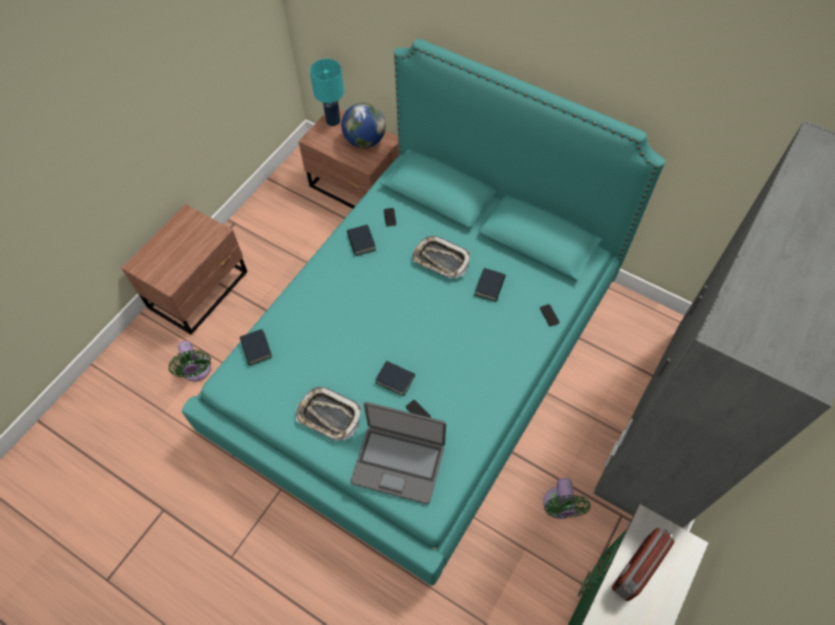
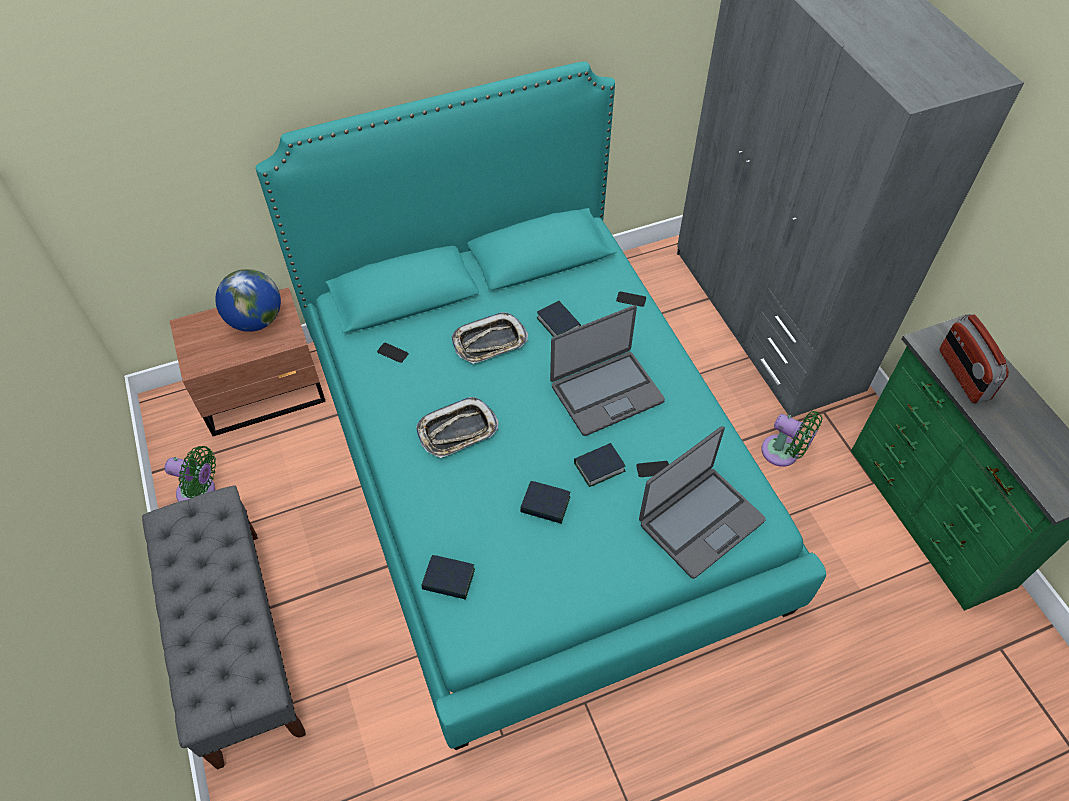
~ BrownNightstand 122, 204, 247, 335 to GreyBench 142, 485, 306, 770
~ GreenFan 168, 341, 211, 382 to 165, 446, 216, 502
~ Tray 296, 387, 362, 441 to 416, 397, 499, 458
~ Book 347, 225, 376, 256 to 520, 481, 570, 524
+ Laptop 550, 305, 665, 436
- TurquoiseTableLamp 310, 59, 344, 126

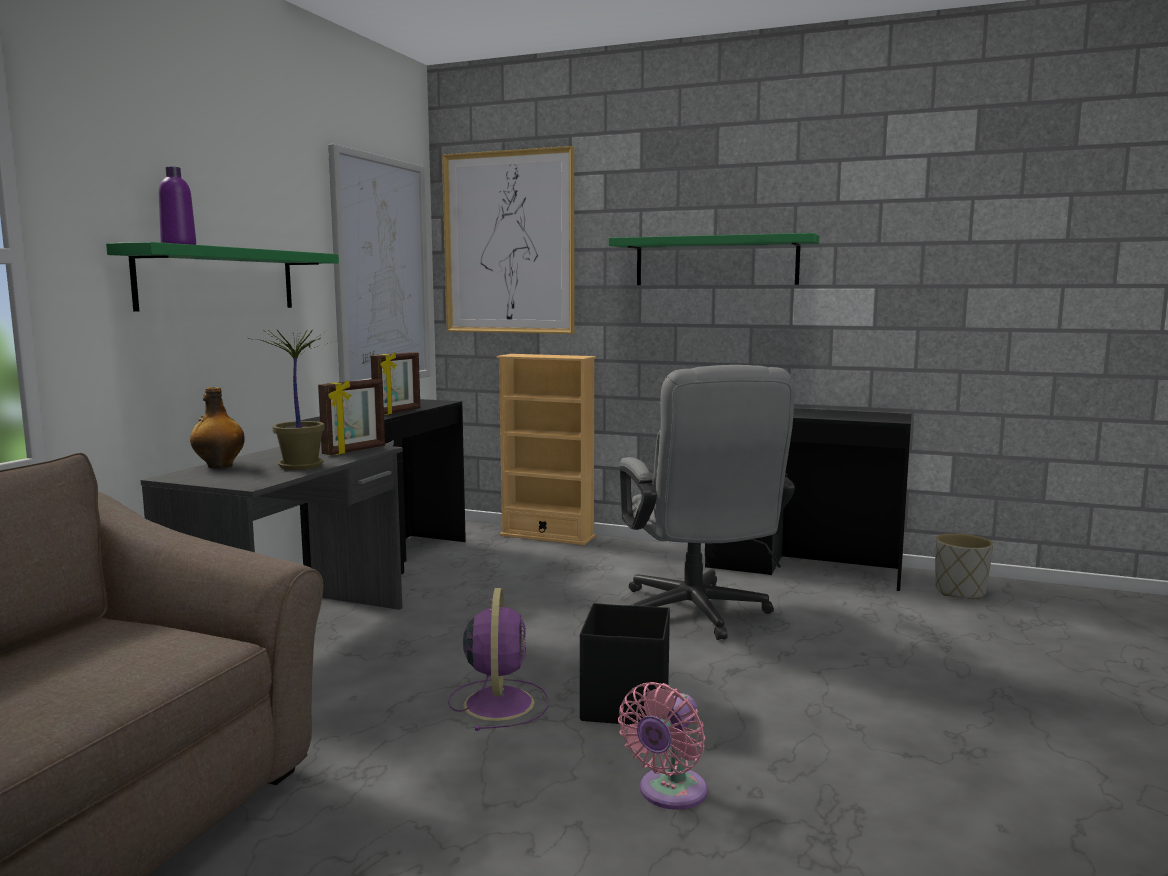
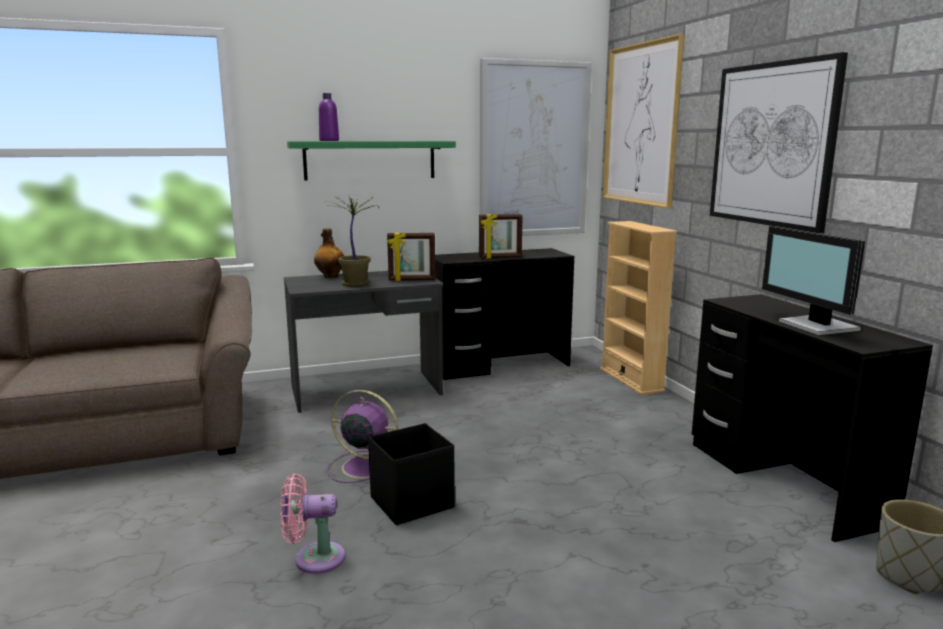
~ PurpleFan 448, 588, 549, 731 = 327, 390, 399, 483 120 degrees counterclockwise
~ GreenShelf 609, 233, 819, 285 to Picture 710, 52, 848, 233
+ Monitor 762, 226, 865, 335
- GreyOfficeChair 619, 365, 795, 640

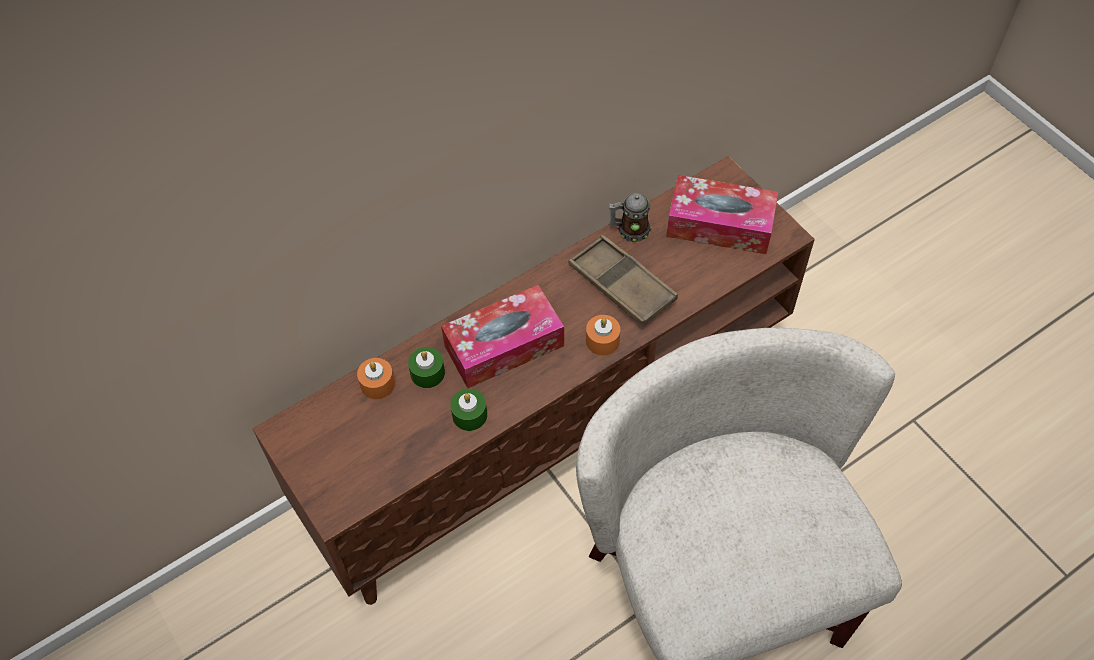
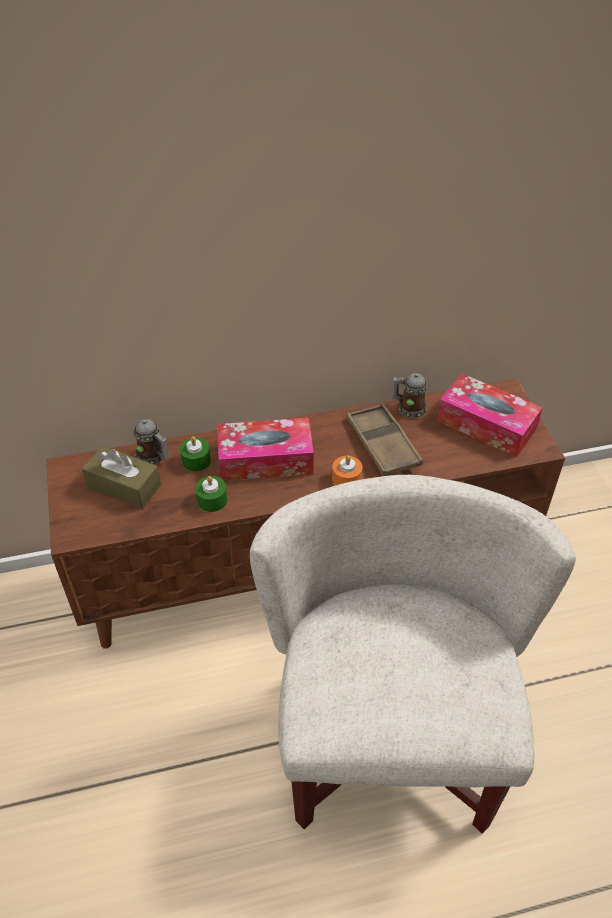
+ BrownTissueBox 82, 445, 161, 509
~ OrangeCandle 357, 358, 395, 399 to Mug 133, 419, 169, 464

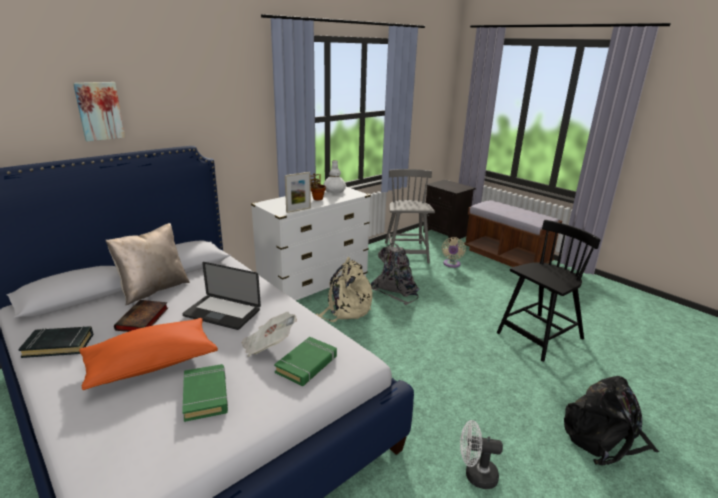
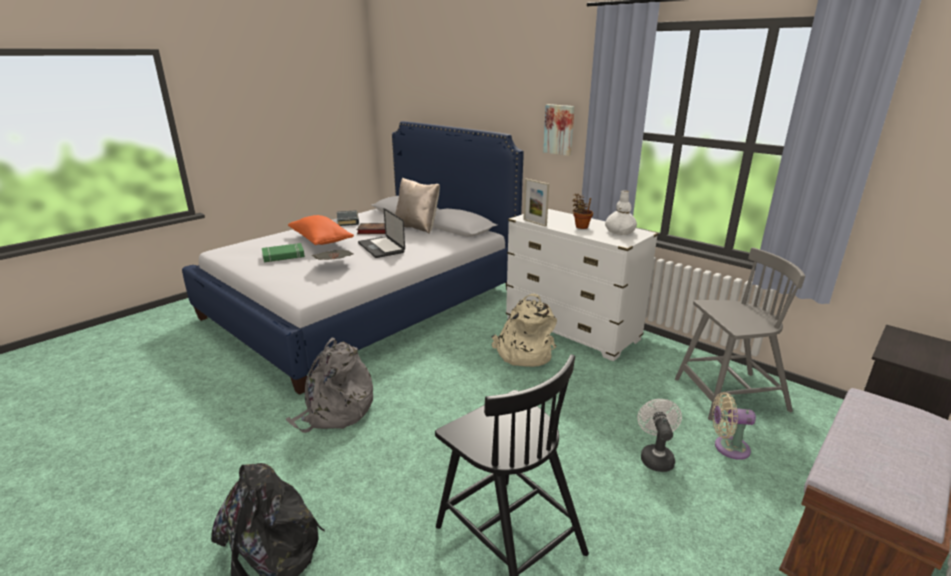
~ GreyBackpack 371, 243, 420, 305 to 285, 338, 373, 433
~ Laptop 182, 262, 261, 330 = 358, 208, 405, 258 45 degrees counterclockwise
~ Picture 73, 82, 125, 141 to 543, 104, 575, 156
~ WhiteFan 460, 420, 503, 489 to 638, 399, 682, 472
- GreenBook 274, 337, 337, 386

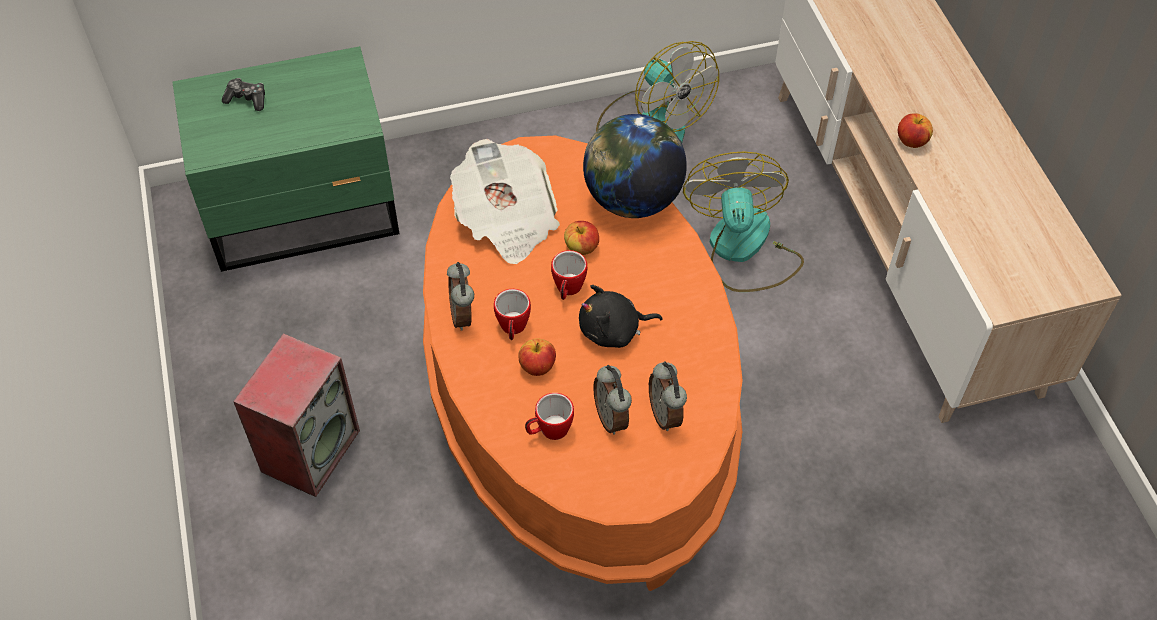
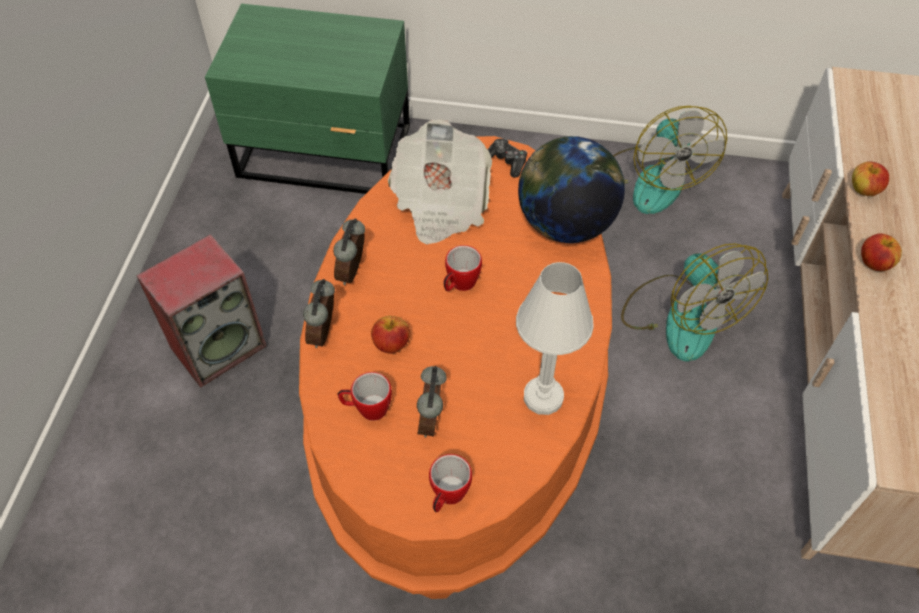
~ AlarmClock 649, 361, 687, 431 to 303, 279, 335, 348
~ Mug 494, 289, 531, 340 to 429, 454, 472, 512
~ GameController 222, 78, 265, 111 to 487, 139, 527, 178
+ WhiteTableLamp 516, 262, 594, 415
~ Fan 683, 152, 804, 292 = 621, 243, 768, 362 135 degrees clockwise
~ Apple 564, 221, 599, 255 to 852, 161, 889, 196
- BlackPlushToy 579, 285, 663, 348

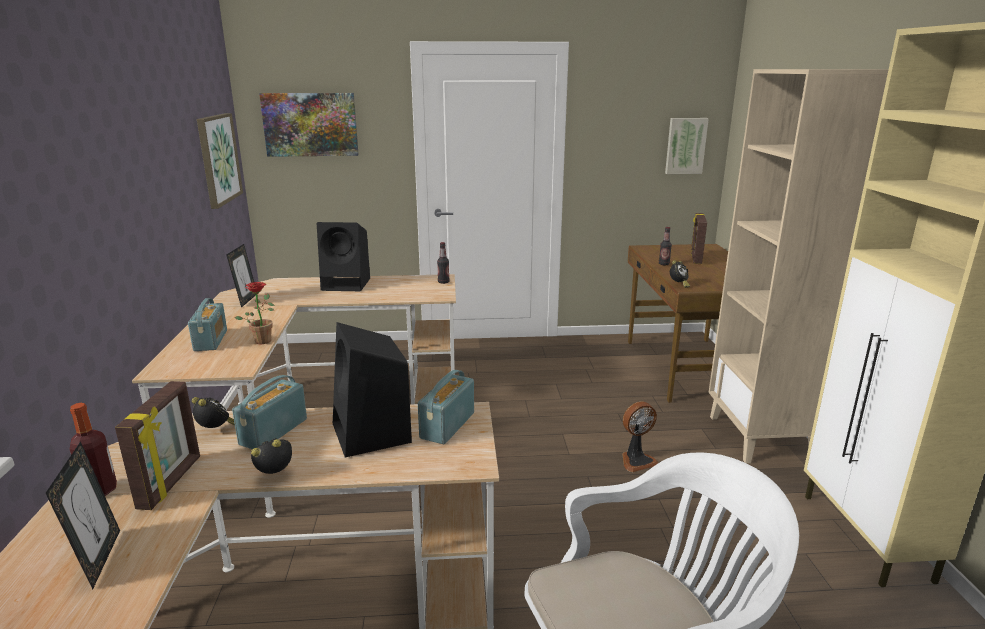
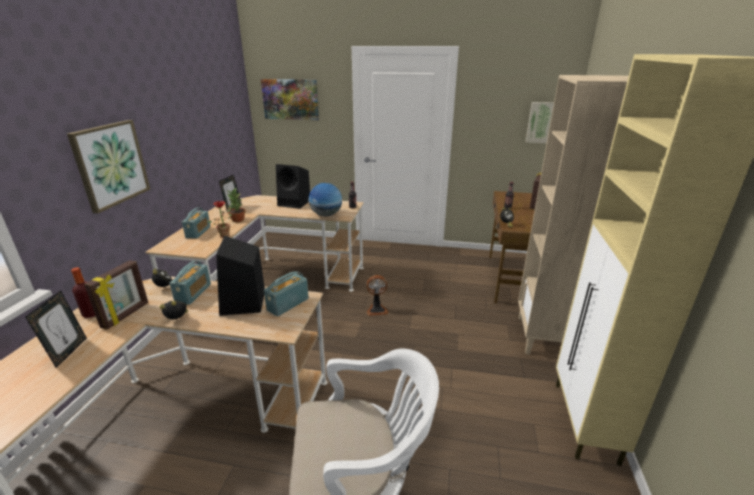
~ Picture 197, 113, 243, 209 to 67, 120, 150, 213
~ Radio 232, 375, 307, 449 = 170, 261, 211, 305 150 degrees clockwise
+ PottedPlant 226, 188, 245, 222
+ Globe 309, 183, 342, 216
~ Fan 622, 401, 659, 472 to 367, 275, 389, 316

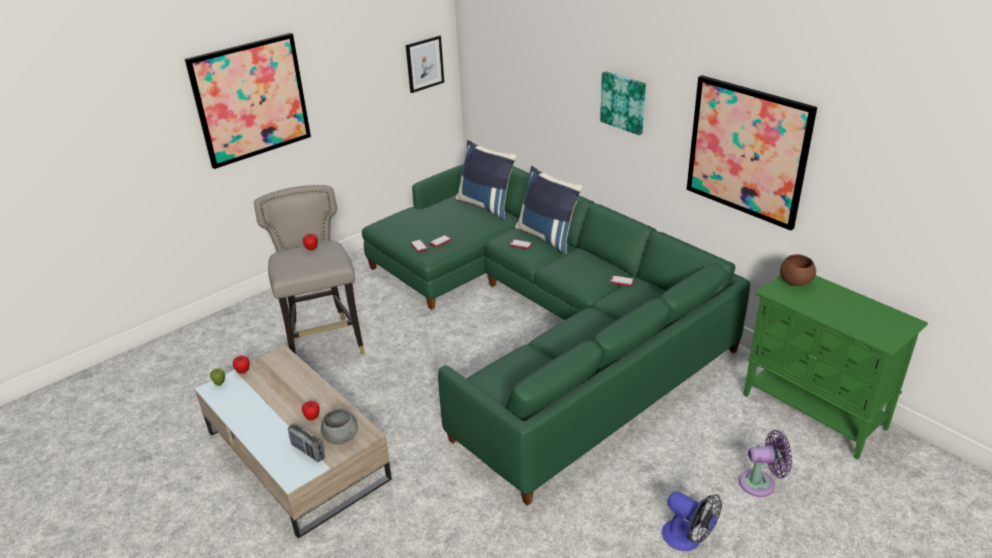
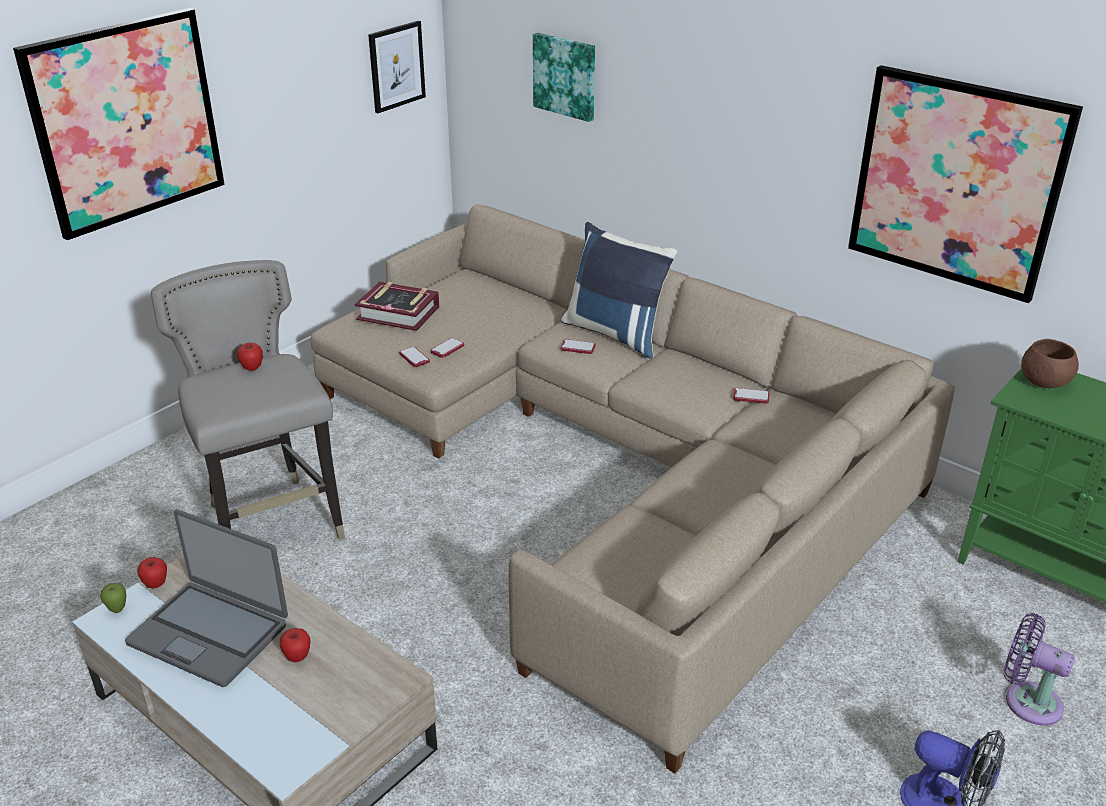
+ Laptop 125, 509, 288, 687
~ GreenSofa 362, 164, 750, 506 to BeigeSofa 310, 204, 955, 774
+ Book 355, 282, 439, 331
~ Picture 600, 71, 646, 135 to 533, 33, 595, 122
~ PurpleFan 739, 430, 792, 497 = 1003, 613, 1075, 726 135 degrees counterclockwise
- Radio 288, 423, 325, 462
- GreyBowl 321, 409, 358, 445
- BluePillow 455, 140, 517, 220

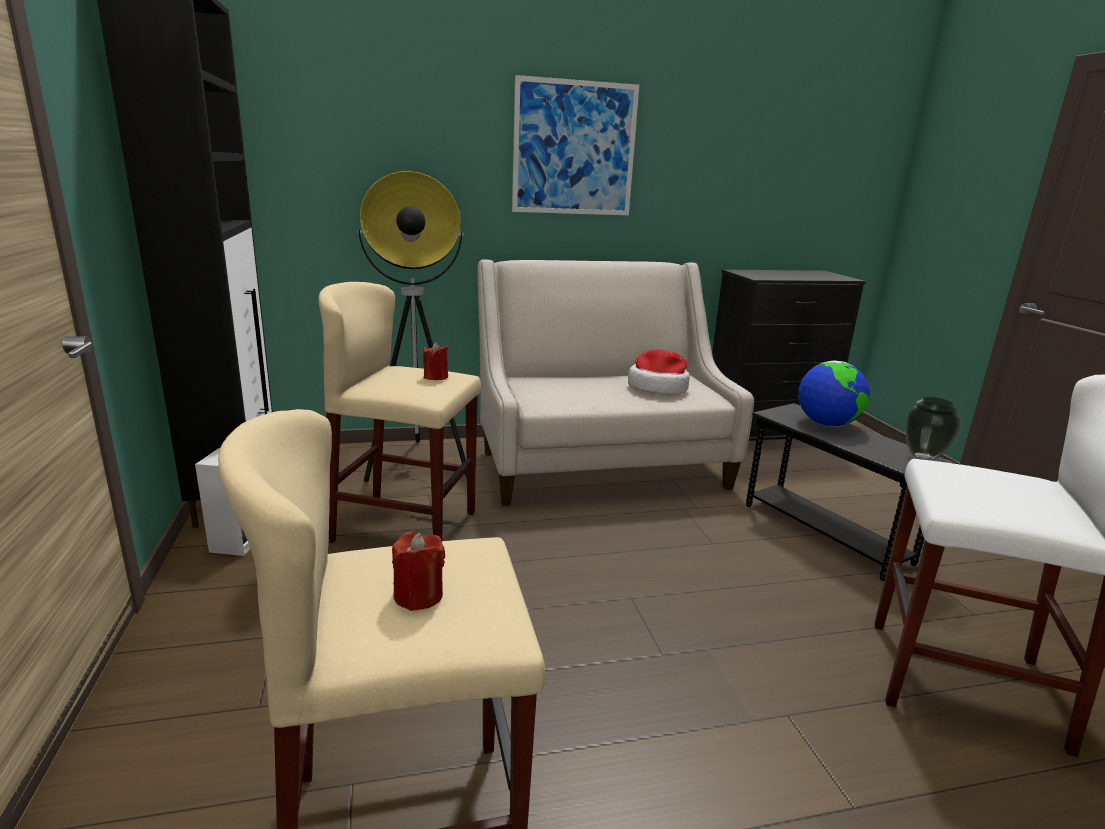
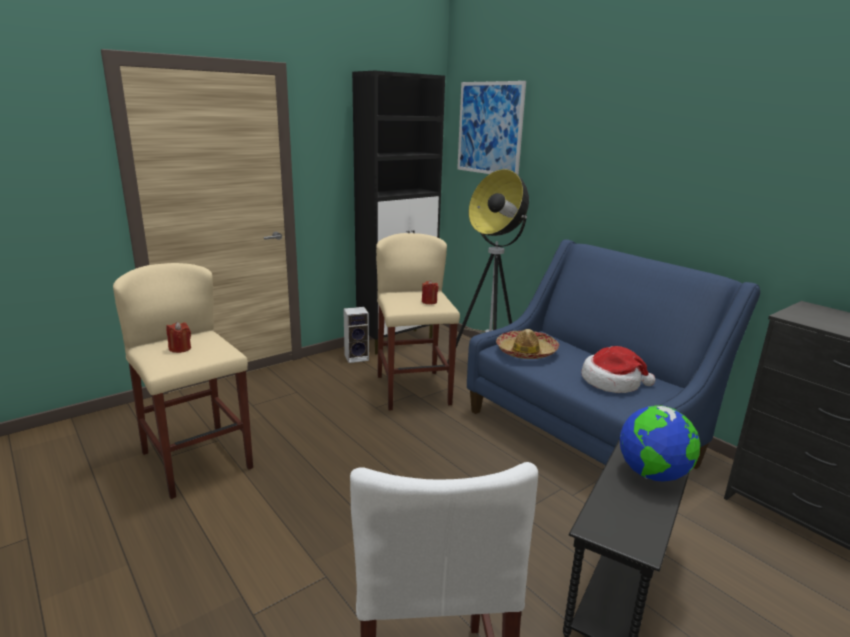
~ Picture 512, 75, 639, 215 to 457, 81, 526, 176
~ BeigeSofa 477, 259, 754, 506 to BlueSofa 467, 239, 760, 469
+ Hat 496, 329, 559, 359
- Vase 905, 397, 961, 461

